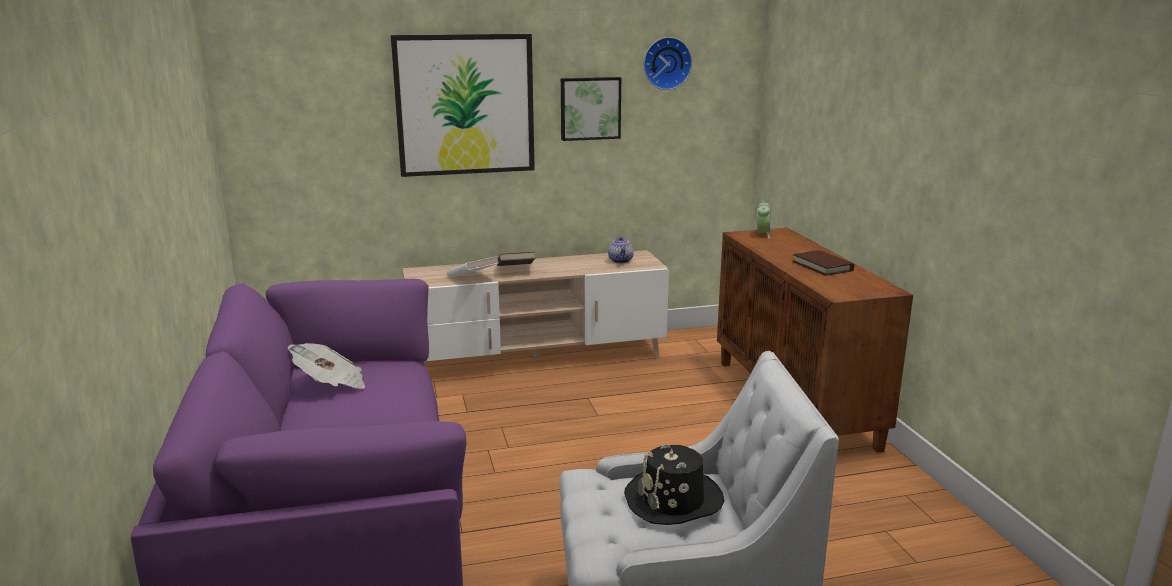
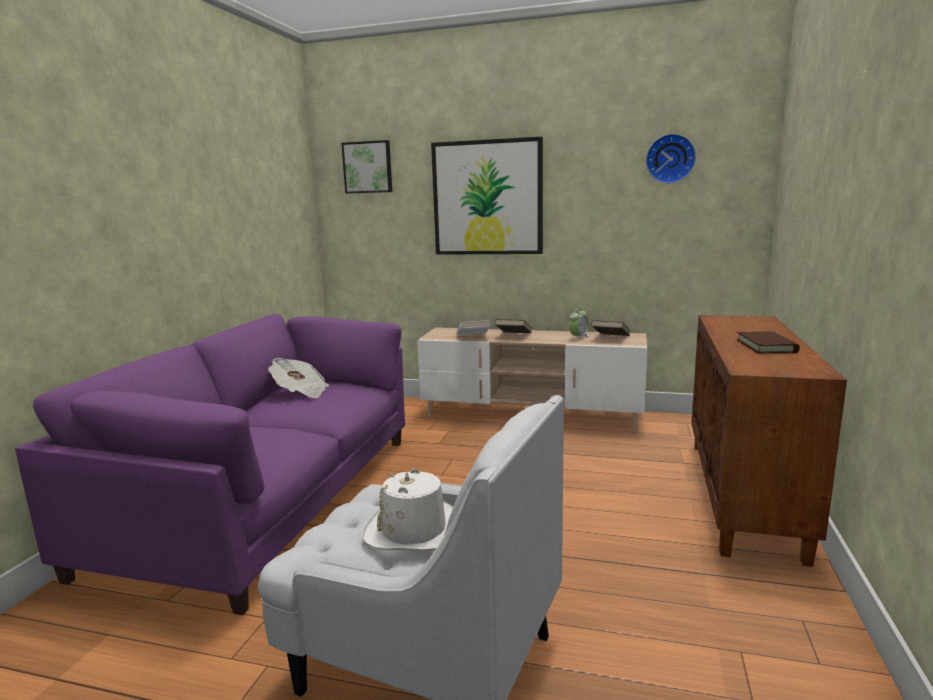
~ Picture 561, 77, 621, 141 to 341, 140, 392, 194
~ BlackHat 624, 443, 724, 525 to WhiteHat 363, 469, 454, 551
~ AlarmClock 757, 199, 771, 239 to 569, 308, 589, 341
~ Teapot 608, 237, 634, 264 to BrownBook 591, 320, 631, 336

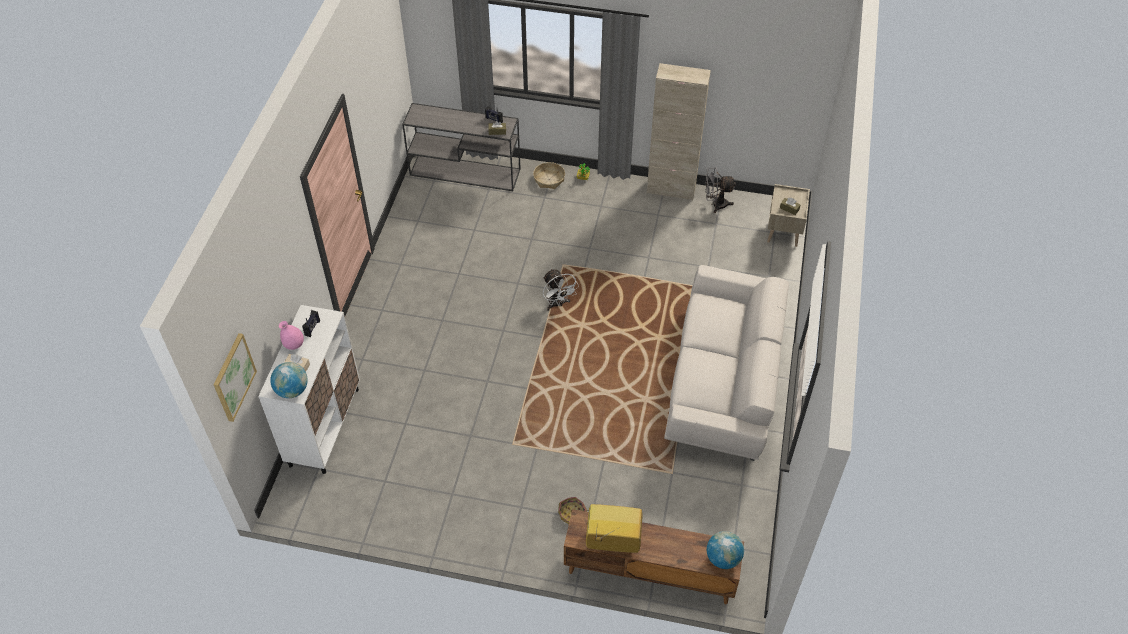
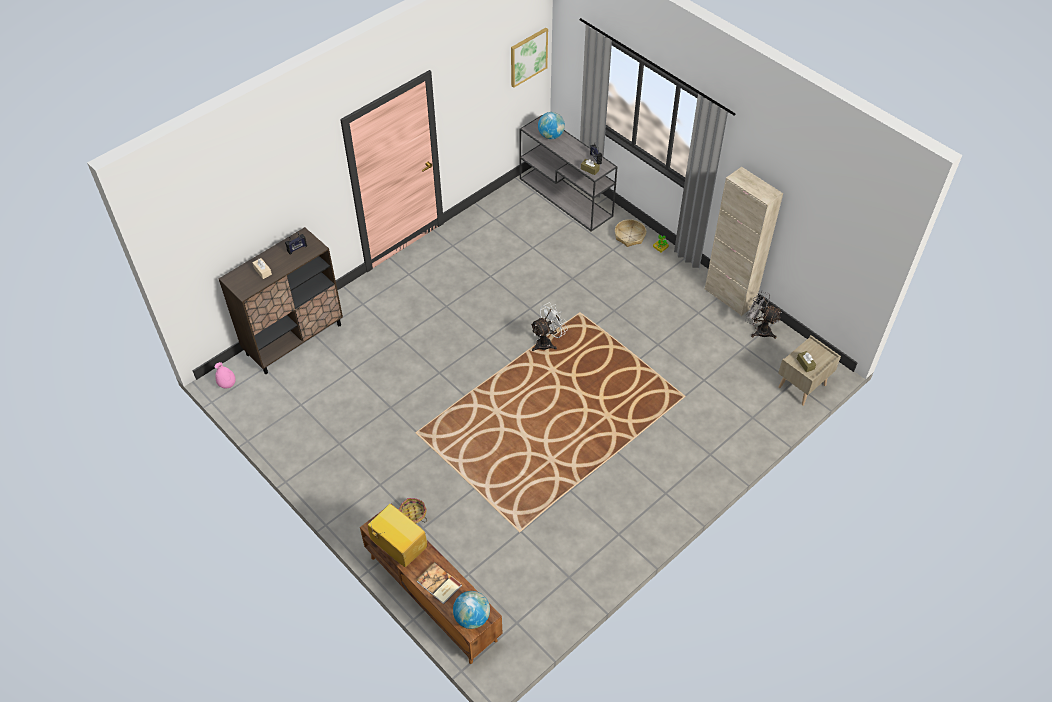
~ PinkVase 279, 321, 304, 350 to 215, 362, 236, 388
~ WhiteCabinet 258, 305, 360, 474 to BrownCabinet 218, 227, 343, 374
+ Book 417, 562, 462, 604
~ Picture 213, 333, 257, 422 to 511, 28, 548, 88
~ WhiteFan 543, 269, 579, 311 = 530, 303, 568, 351 135 degrees counterclockwise
~ Globe 270, 362, 308, 398 to 538, 112, 565, 139
- WhiteSofa 664, 265, 789, 461

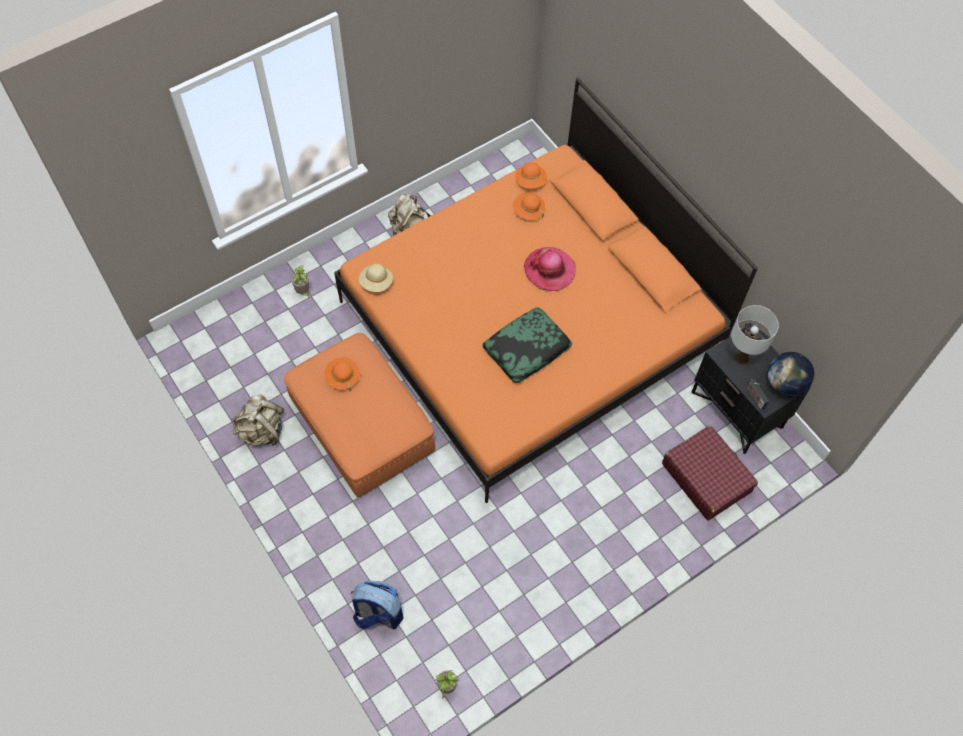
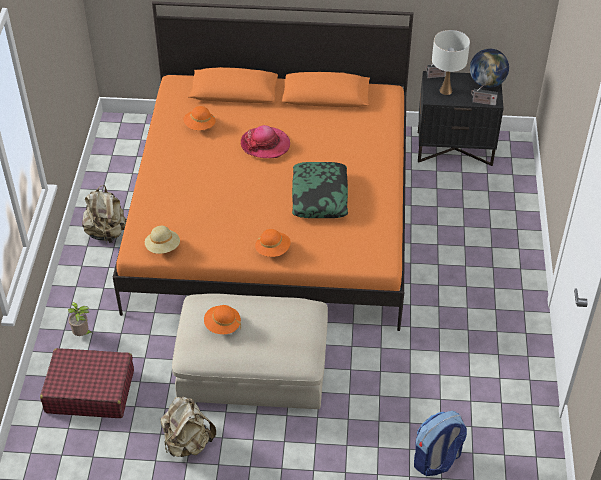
~ RedSuitcase 662, 426, 758, 521 to 40, 348, 134, 418
~ OrangeOttoman 284, 333, 435, 497 to BeigeOttoman 172, 293, 328, 409
~ OrangeHat 515, 162, 547, 189 to 255, 229, 291, 257
- PottedPlant 436, 670, 458, 698

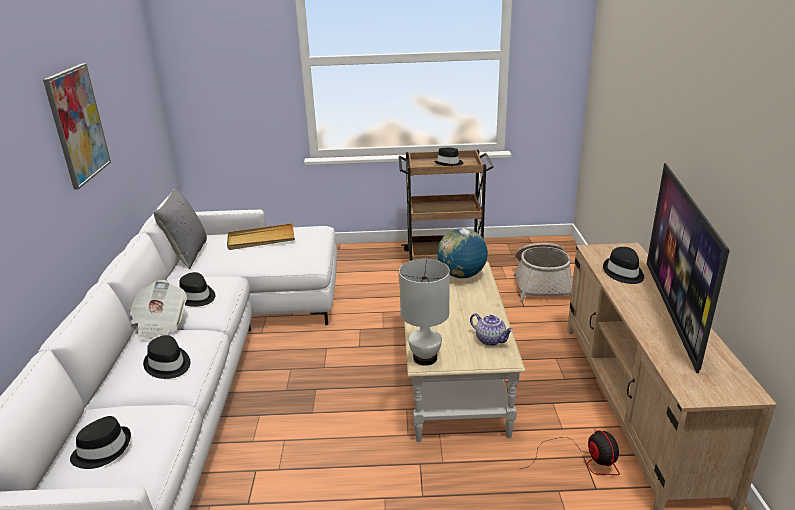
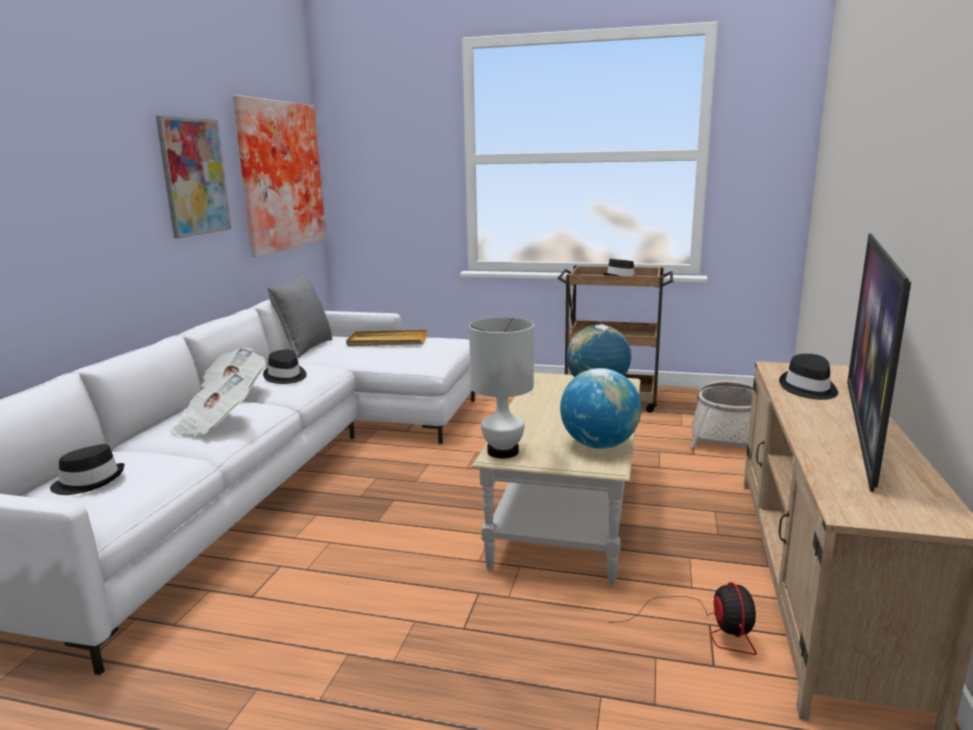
~ BlackHat 143, 335, 191, 379 to Newspaper 170, 373, 250, 435
+ Picture 233, 95, 326, 257
~ Teapot 470, 313, 513, 346 to Globe 560, 368, 641, 449

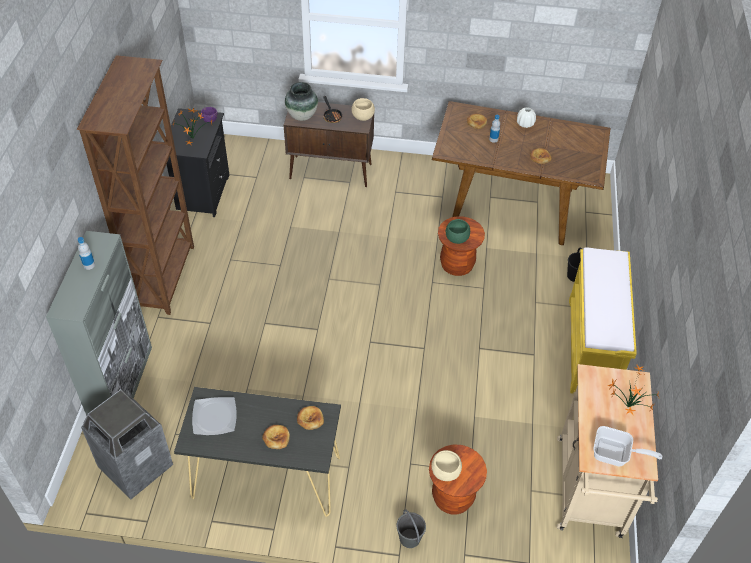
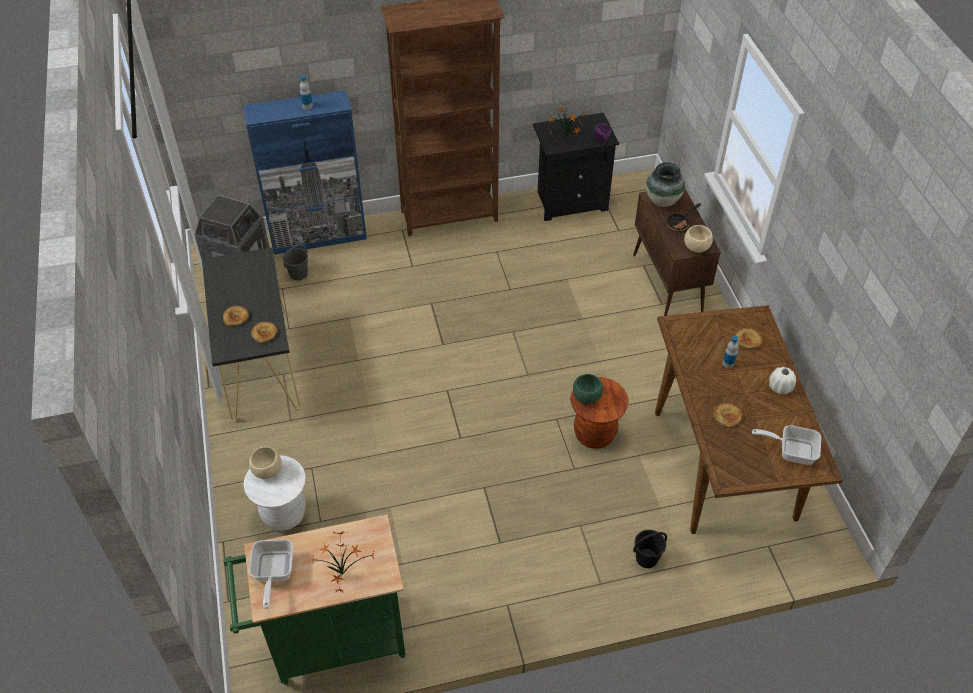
~ BeigeCart 557, 364, 658, 538 to GreenCart 224, 514, 406, 685
~ GreyCabinet 46, 231, 152, 416 to BlueCabinet 243, 91, 367, 255
~ BrownStool 429, 444, 487, 515 to WhiteStool 243, 455, 306, 531
~ GreyBucket 396, 509, 426, 548 to 283, 244, 308, 280
+ FryingPan 752, 425, 821, 465
- Plate 192, 397, 237, 435
- YellowBench 569, 247, 637, 394

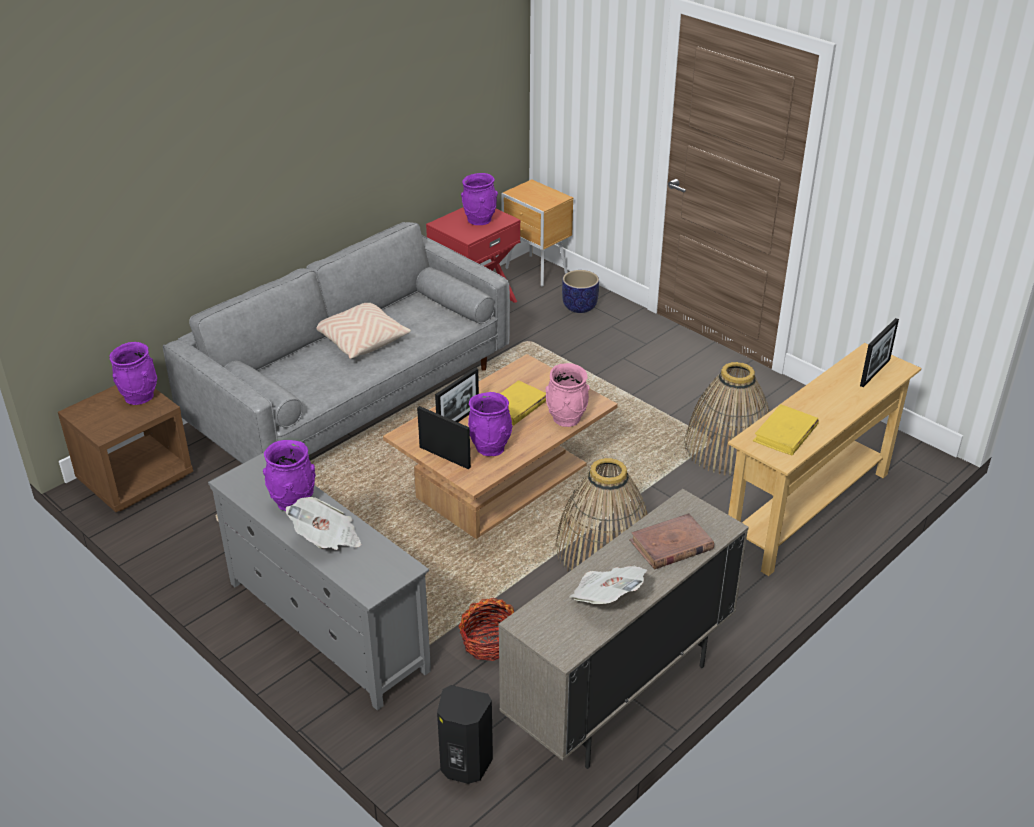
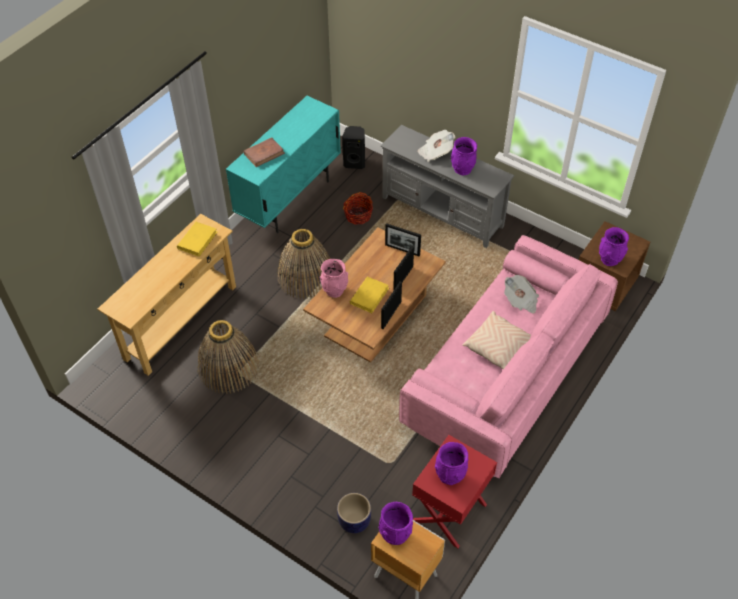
~ BeigeCabinet 498, 489, 749, 769 to TurquoiseCabinet 226, 96, 341, 233
~ PurpleVase 468, 392, 512, 456 to 379, 502, 413, 545
~ PictureFrame 860, 318, 899, 387 to 381, 281, 402, 329
~ GreySofa 163, 222, 510, 464 to PinkSofa 399, 235, 618, 478
~ Newspaper 569, 565, 647, 604 to 504, 275, 539, 314

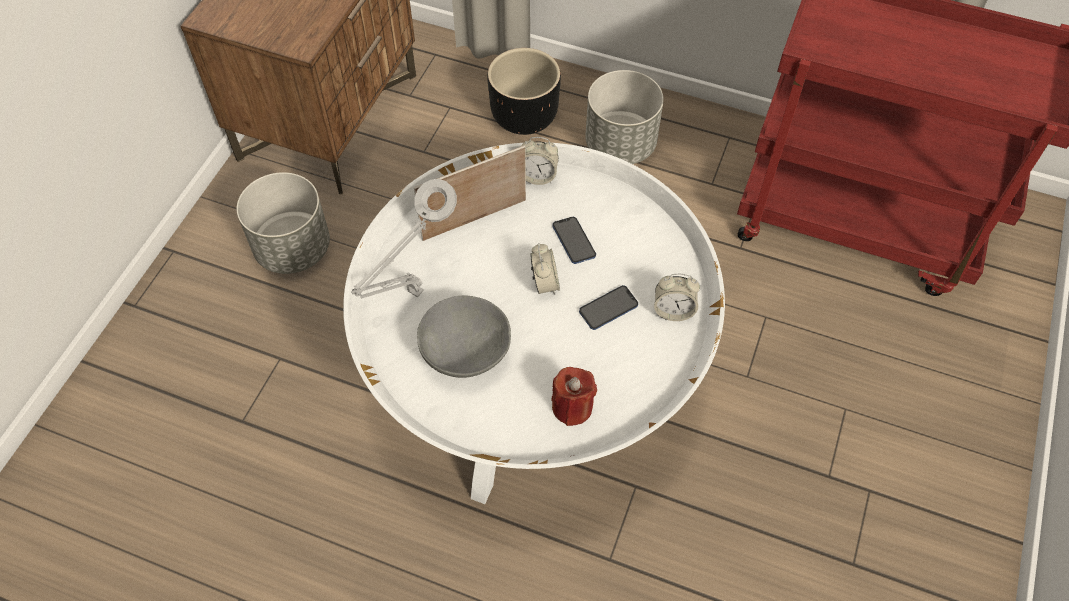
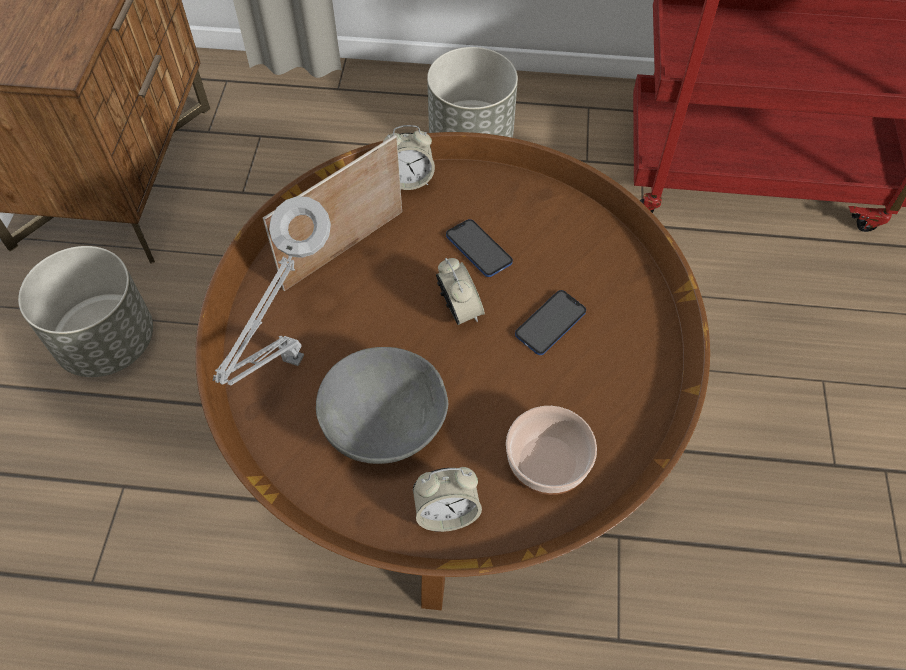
~ WhiteCoffeeTable 343, 142, 725, 504 to BrownCoffeeTable 195, 132, 710, 610
~ AlarmClock 654, 274, 700, 321 to 413, 467, 482, 532
~ RedCandle 552, 367, 597, 426 to Bowl 506, 406, 597, 495
- BlackPlanter 487, 48, 561, 135

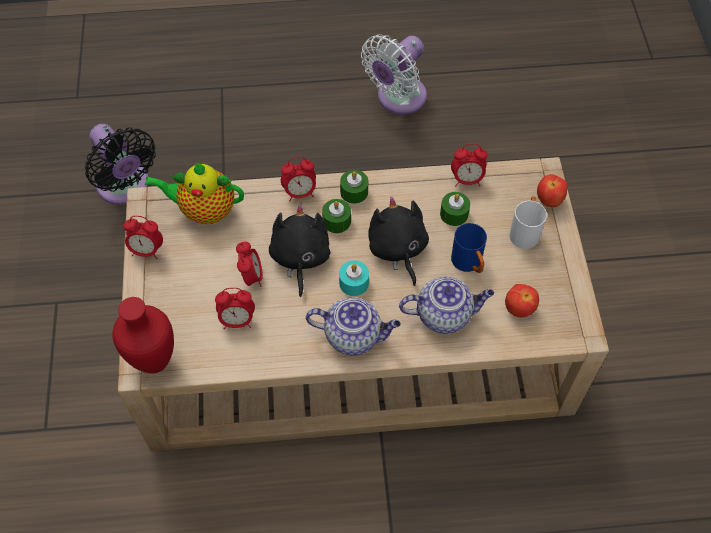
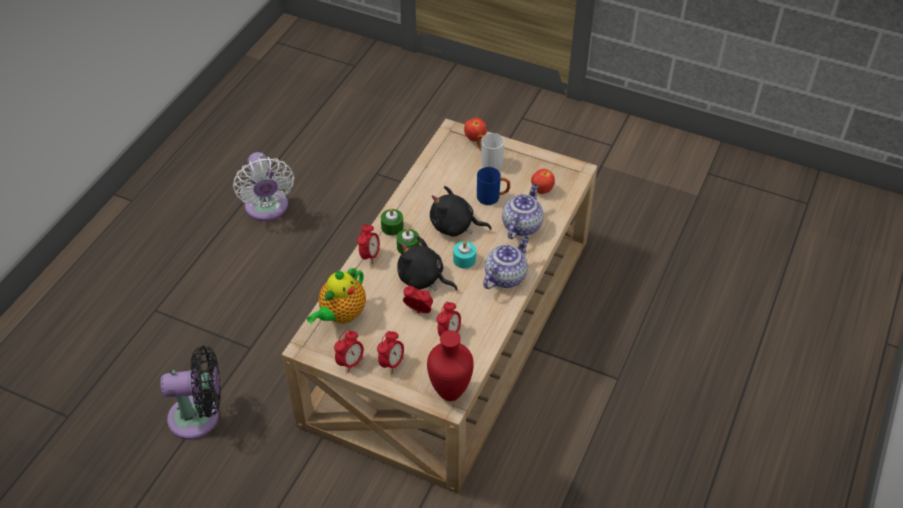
~ AlarmClock 451, 144, 488, 186 to 377, 331, 404, 374
- GreenCandle 440, 192, 470, 226

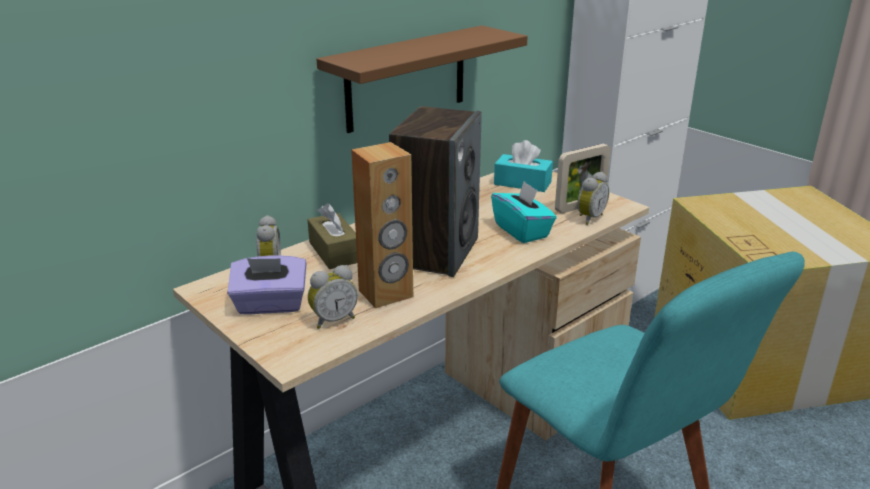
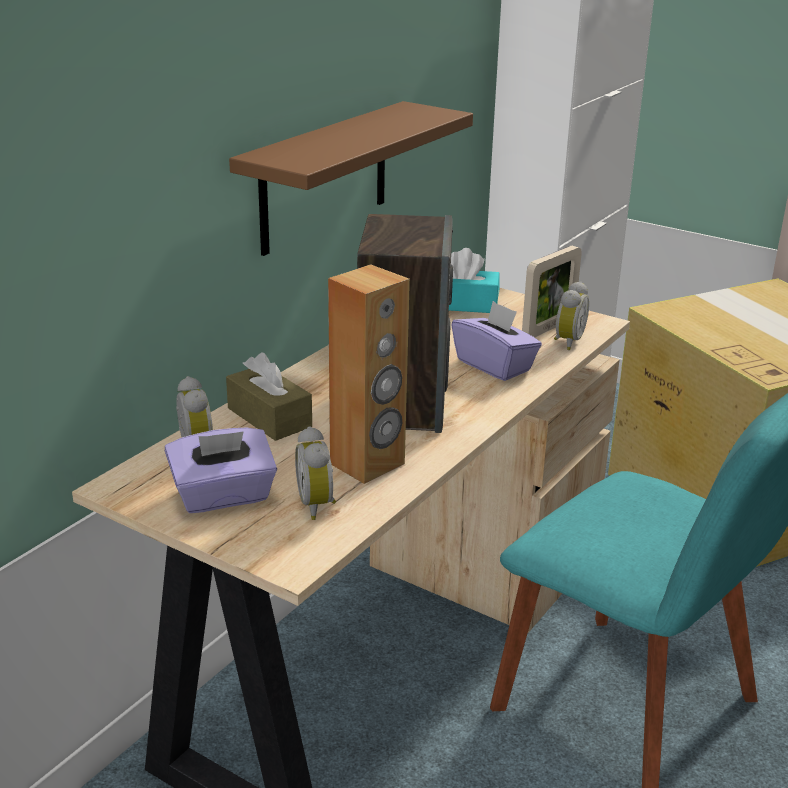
~ AlarmClock 308, 265, 358, 329 = 295, 426, 336, 520 120 degrees clockwise
~ TurquoiseTissueBox 491, 181, 557, 243 to PurpleTissueBox 451, 301, 542, 381

